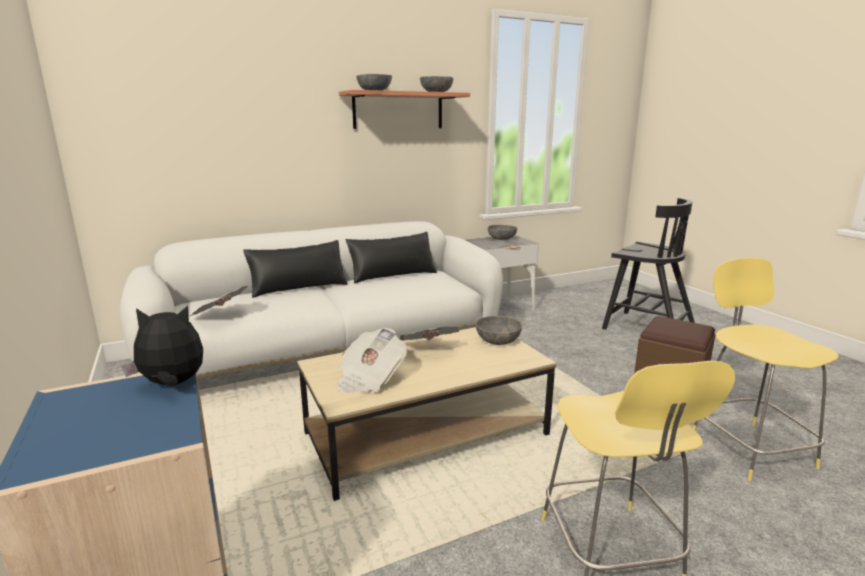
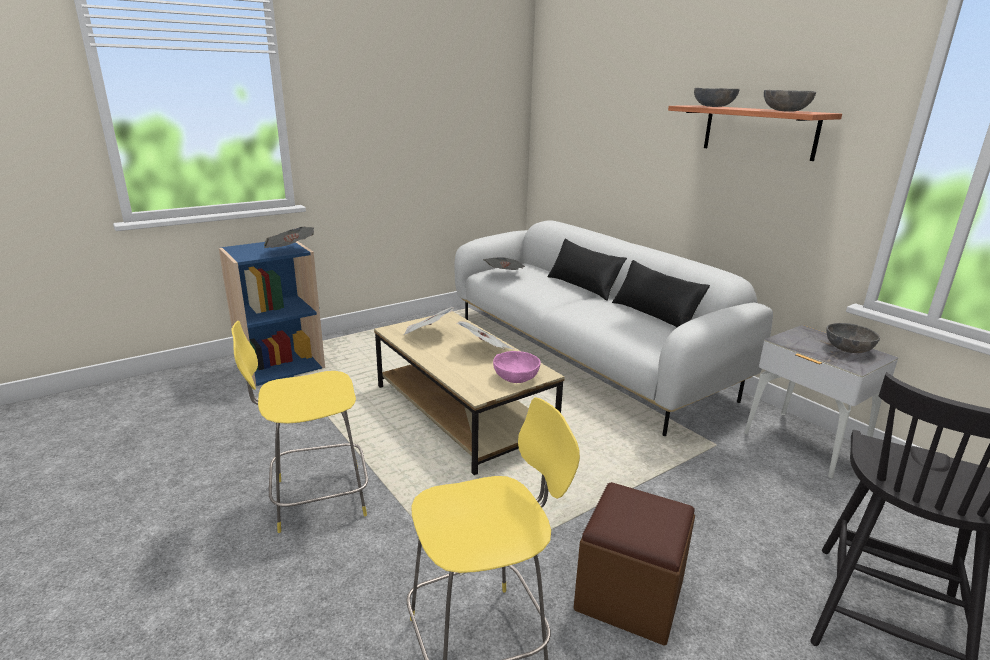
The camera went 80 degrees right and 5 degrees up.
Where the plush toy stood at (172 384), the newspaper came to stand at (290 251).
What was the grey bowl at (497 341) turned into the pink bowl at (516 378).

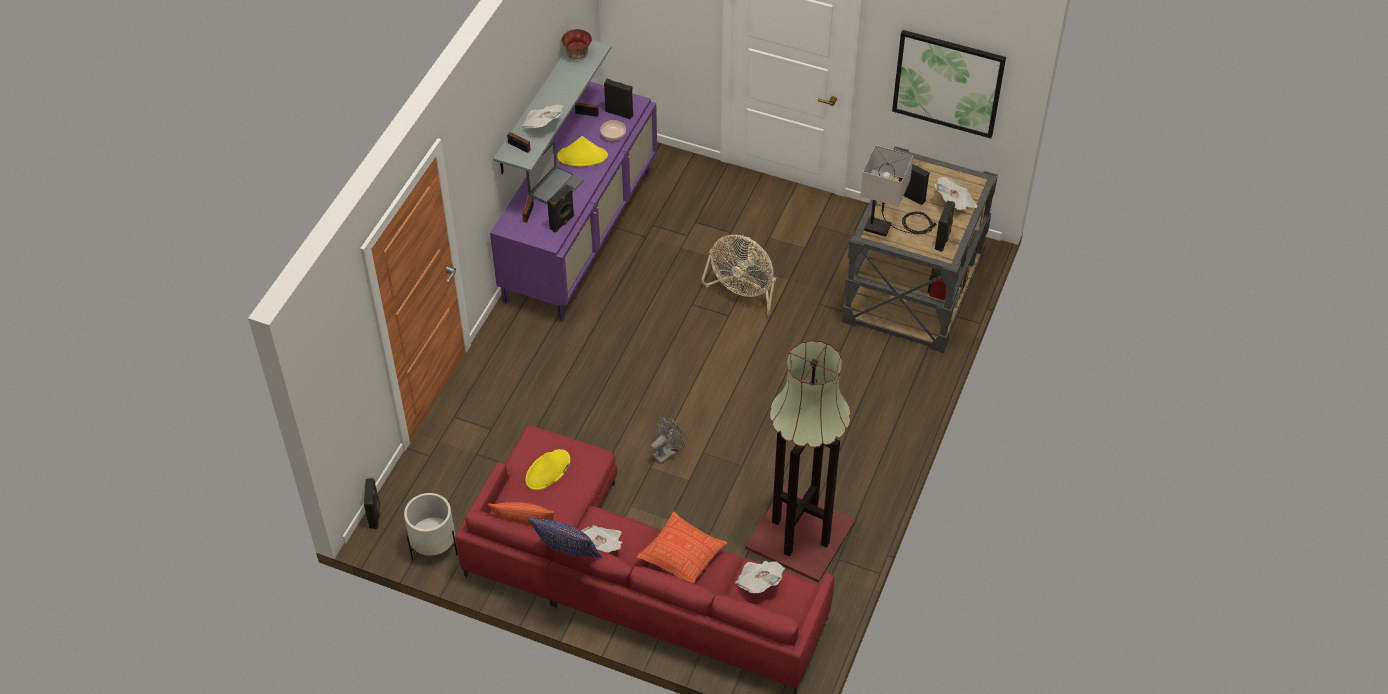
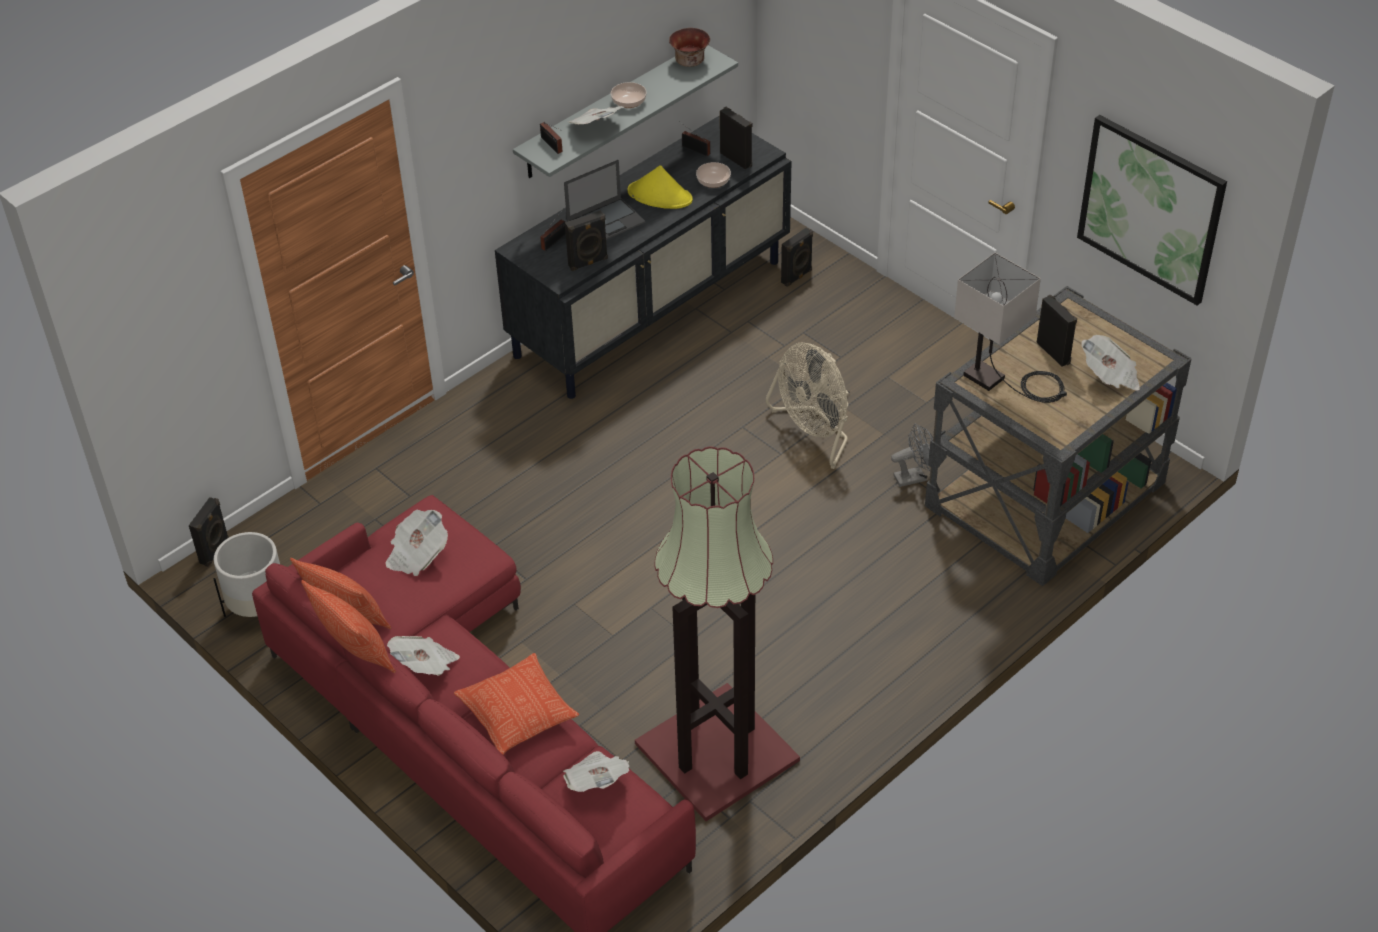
The camera went 25 degrees right and 5 degrees down.
The second view gained the bowl at (628 102).
The grey fan ended up elsewhere, having gone from (667 452) to (914 477).
The black speaker ended up elsewhere, having gone from (943 240) to (797 277).
Where the yellow hat stood at (548 470), the newspaper came to stand at (417 554).
What was the purple cabinet at (581 236) turned into the black cabinet at (651 310).
What was the blue pillow at (566 554) turned into the orange pillow at (355 654).

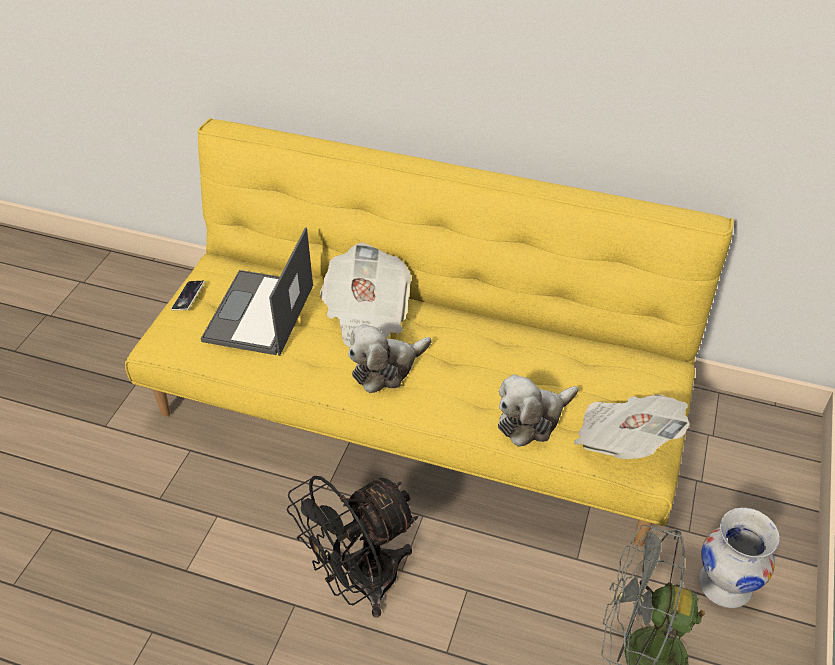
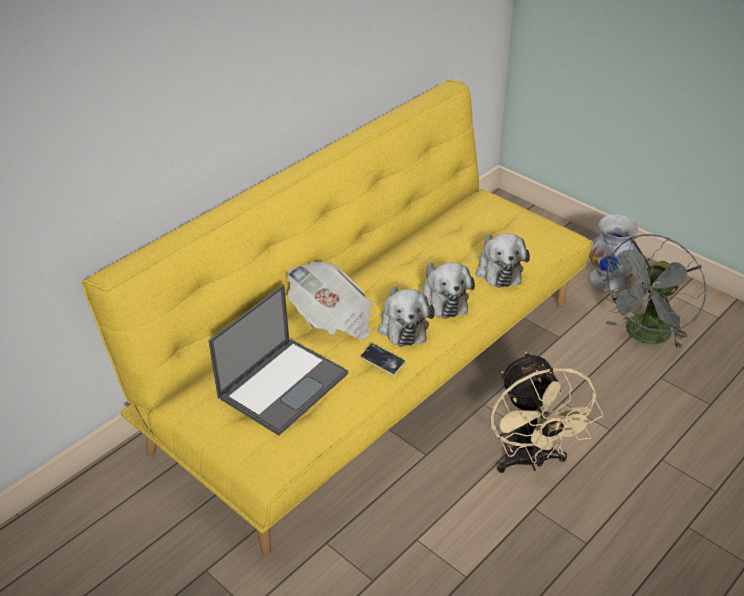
The camera went 65 degrees left and 5 degrees down.
The second view lost the newspaper at (624 441).
The second view gained the plush toy at (443 299).
The phone ended up elsewhere, having gone from (188 297) to (382 361).
What was the black fan at (360 582) turned into the beige fan at (530 460).
The laptop at (259 314) ended up facing another way, 90 degrees counterclockwise from before.

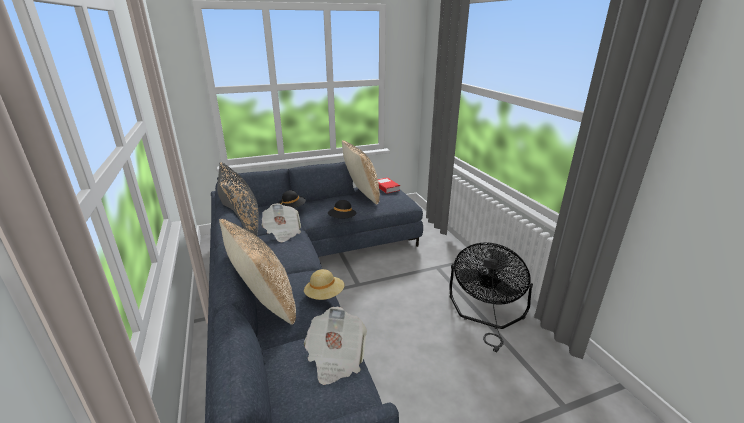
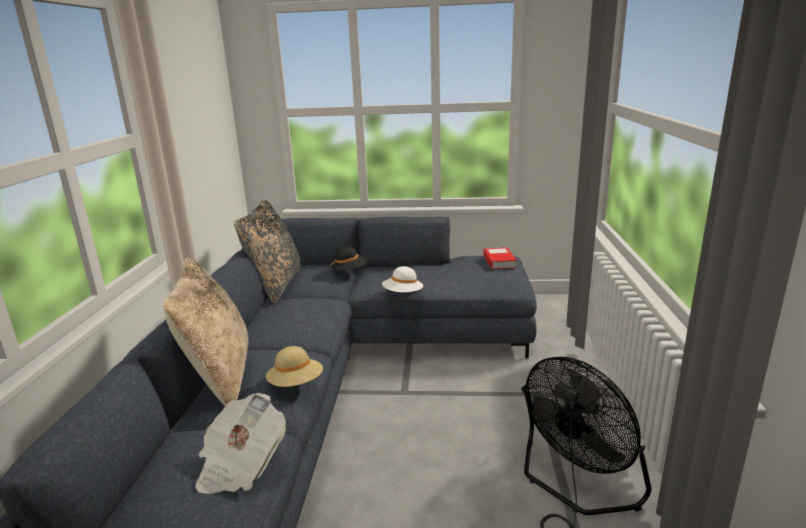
The camera went 25 degrees right and 5 degrees down.
The second view lost the newspaper at (282 232).
The second view lost the beige pillow at (361 195).
What was the black hat at (342 219) turned into the white hat at (403 294).

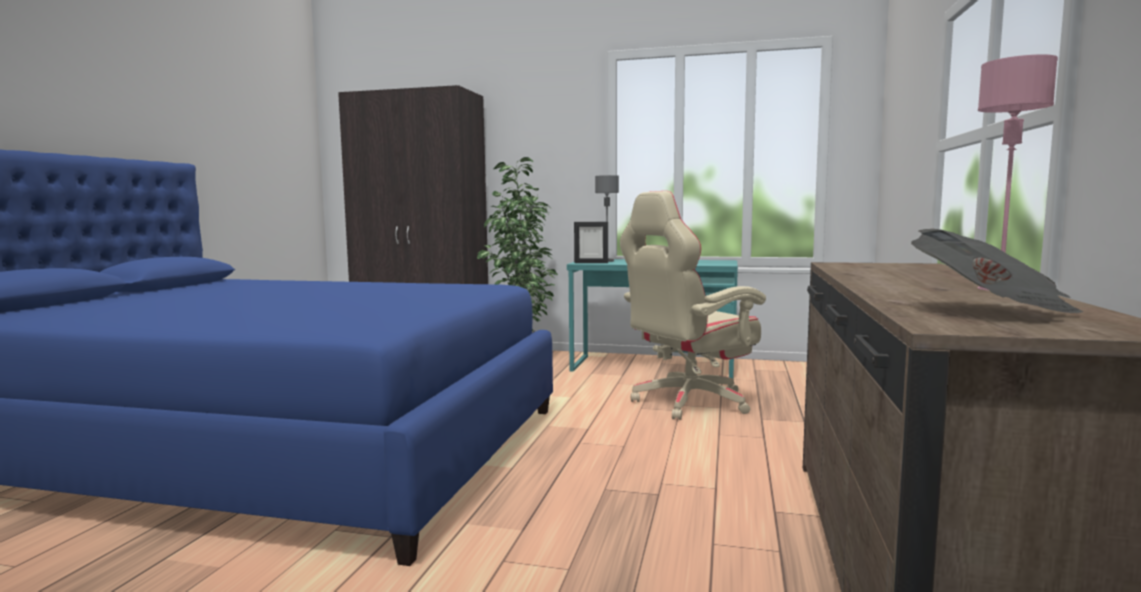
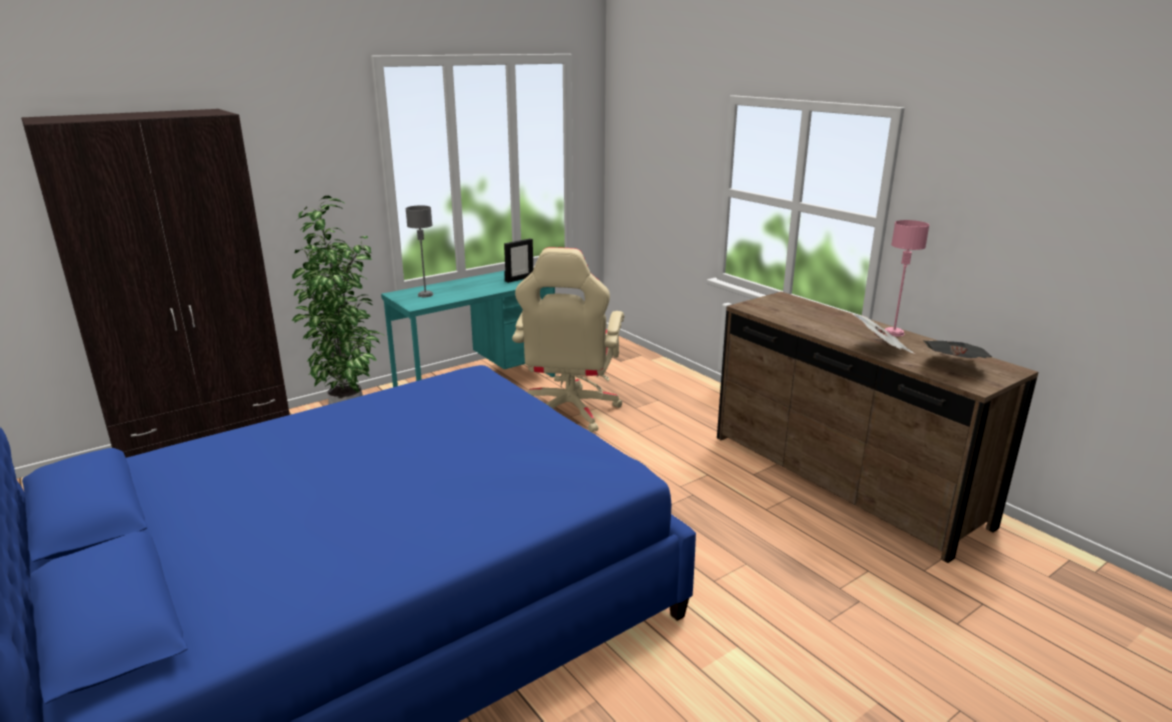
The camera went 50 degrees left and 15 degrees up.
The second view gained the newspaper at (881 349).
The picture frame ended up elsewhere, having gone from (591 263) to (519 279).

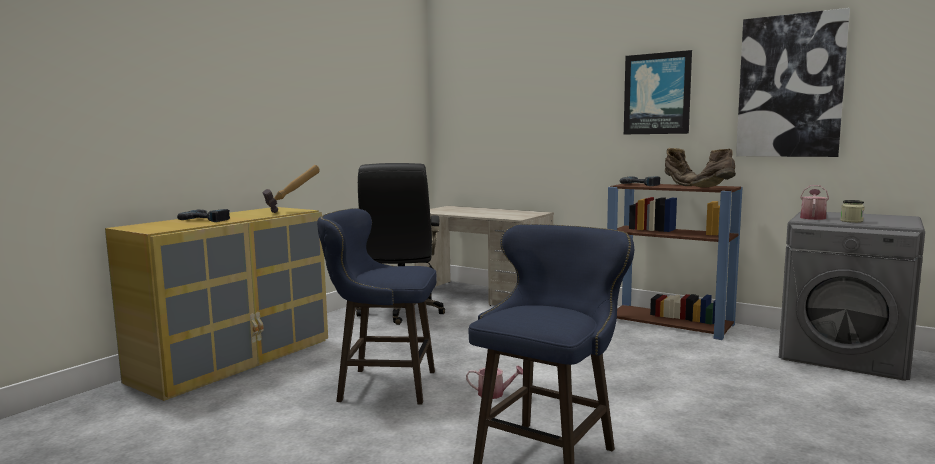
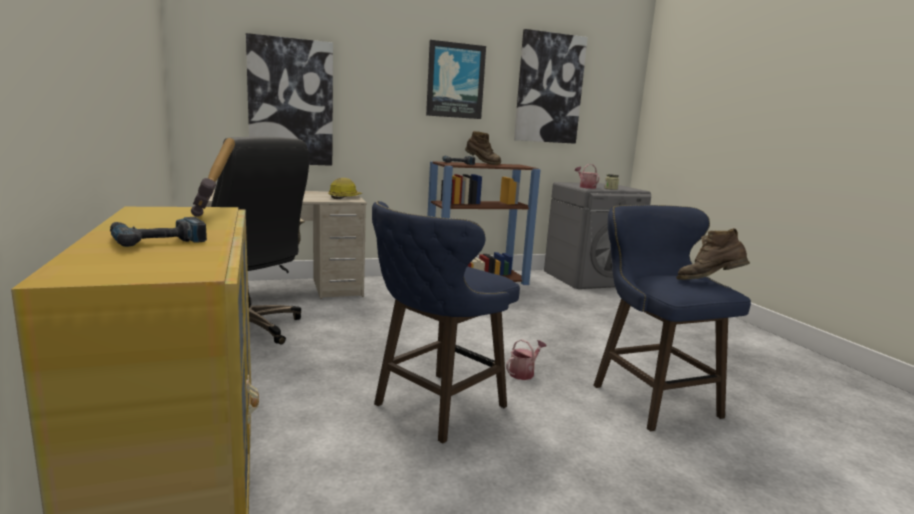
The camera went 55 degrees left and 5 degrees up.
The second view gained the picture at (291 102).
The second view gained the hard hat at (344 197).
The brown boot ended up elsewhere, having gone from (713 188) to (708 283).

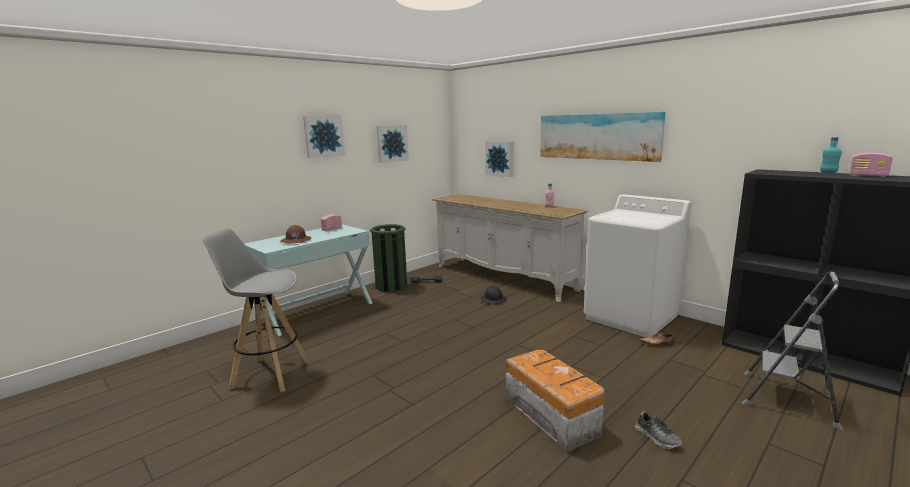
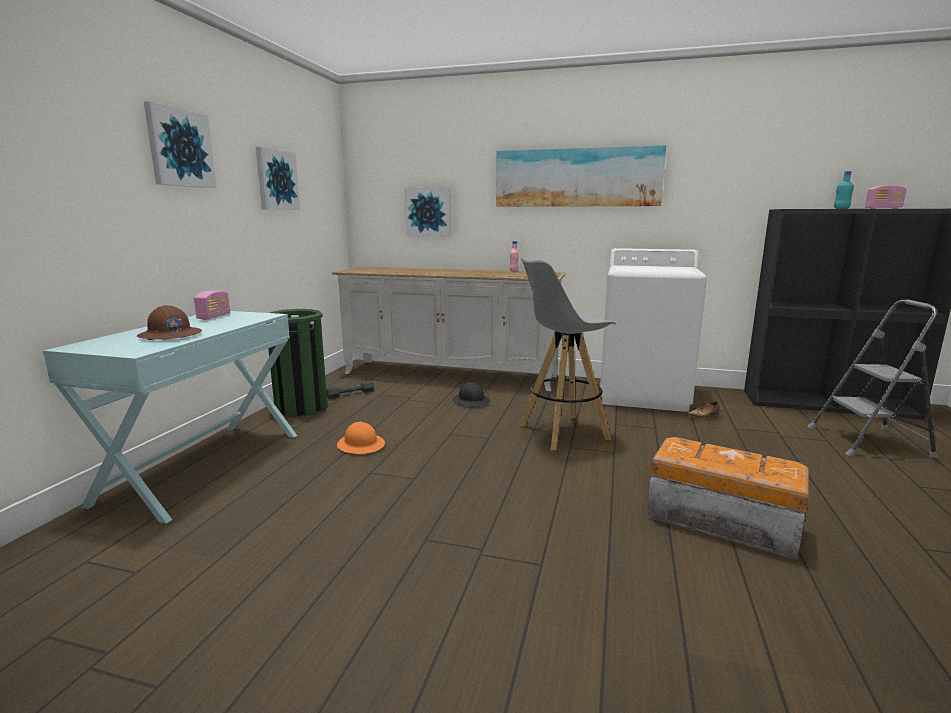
The camera went 30 degrees left and 0 degrees up.
The second view lost the shoe at (657 437).
The second view gained the orange hard hat at (361 445).
The grey stool ended up elsewhere, having gone from (269 374) to (561 432).

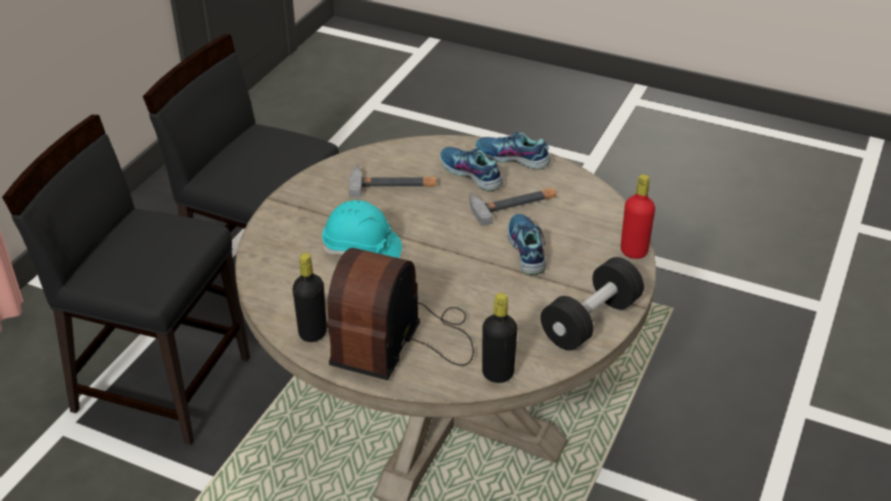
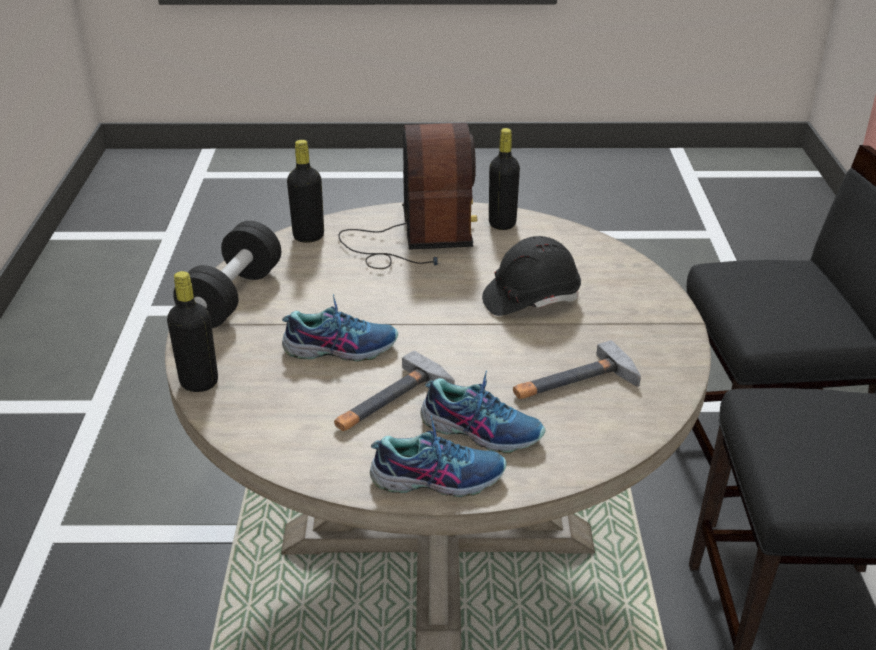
The camera went 155 degrees right and 5 degrees down.
What was the turquoise hard hat at (362 249) turned into the black hard hat at (530 299).
What was the red bottle at (633 251) turned into the black bottle at (199 383).
The shoe at (525 250) ended up facing another way, 60 degrees counterclockwise from before.

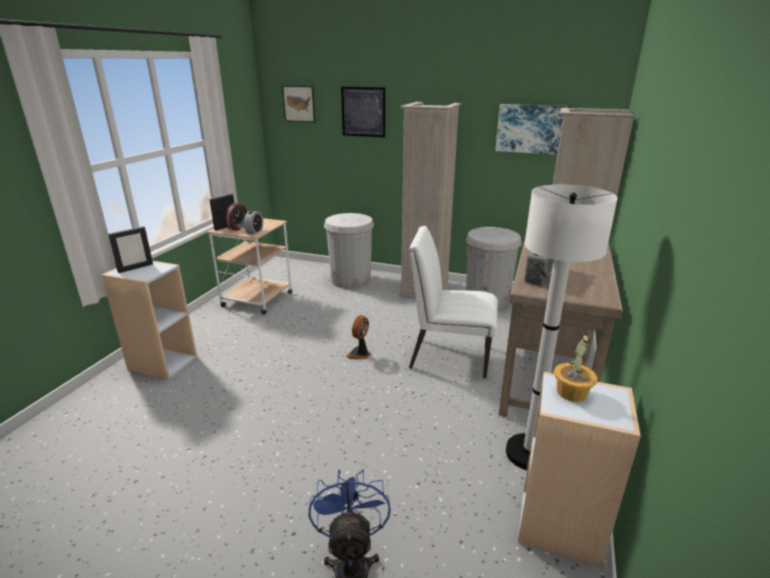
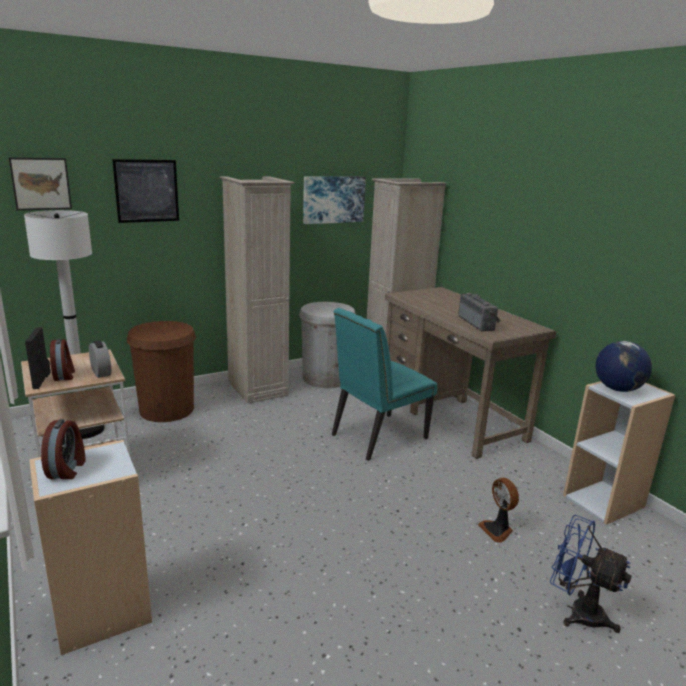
The camera went 50 degrees left and 5 degrees down.
The fan ended up elsewhere, having gone from (359 354) to (497 530).
The white floor lamp ended up elsewhere, having gone from (529 453) to (84 429).
Where the picture frame stood at (135 267), the alarm clock came to stand at (67 469).
Where the potted plant stood at (571 392), the globe came to stand at (617 389).
What was the white trash can at (350 280) turned into the brown trash can at (167 409).
What was the white chair at (450 357) turned into the turquoise chair at (379 436).

